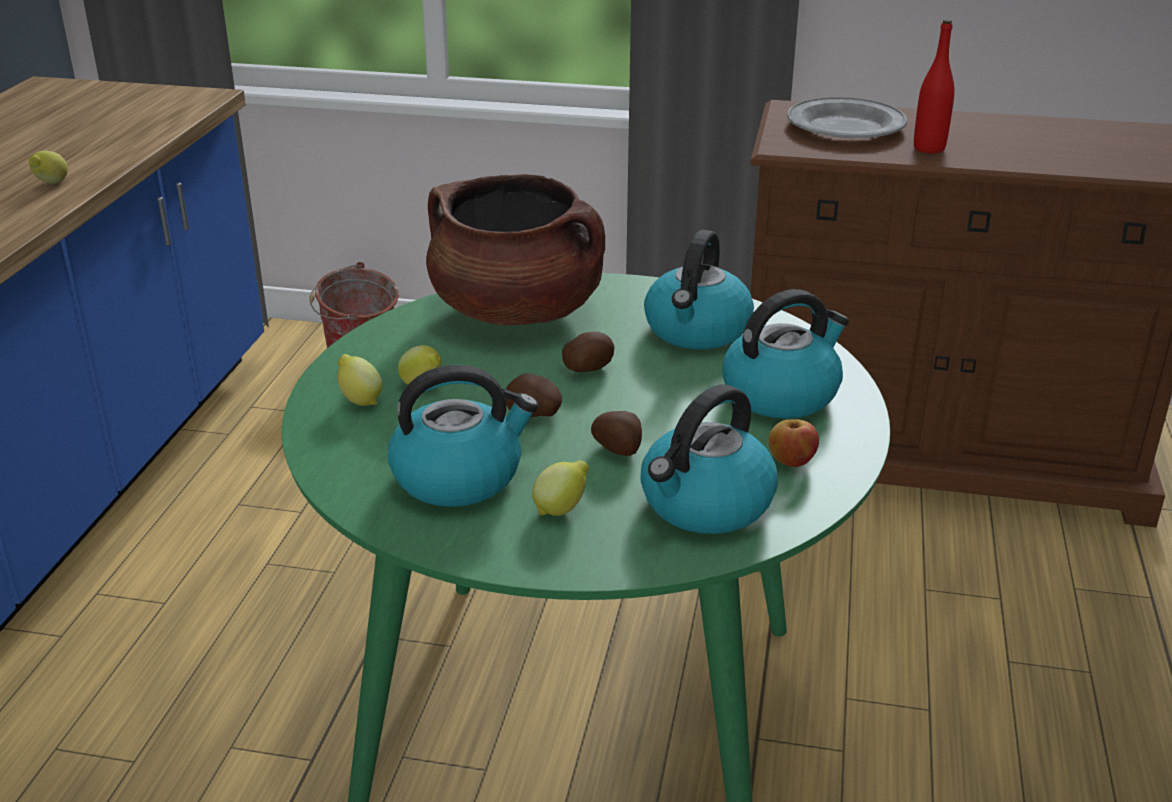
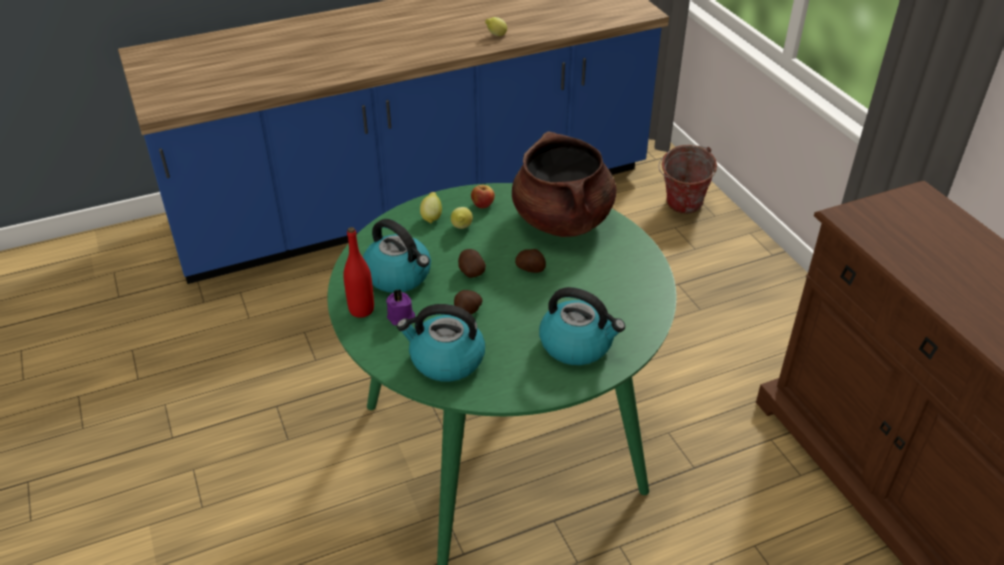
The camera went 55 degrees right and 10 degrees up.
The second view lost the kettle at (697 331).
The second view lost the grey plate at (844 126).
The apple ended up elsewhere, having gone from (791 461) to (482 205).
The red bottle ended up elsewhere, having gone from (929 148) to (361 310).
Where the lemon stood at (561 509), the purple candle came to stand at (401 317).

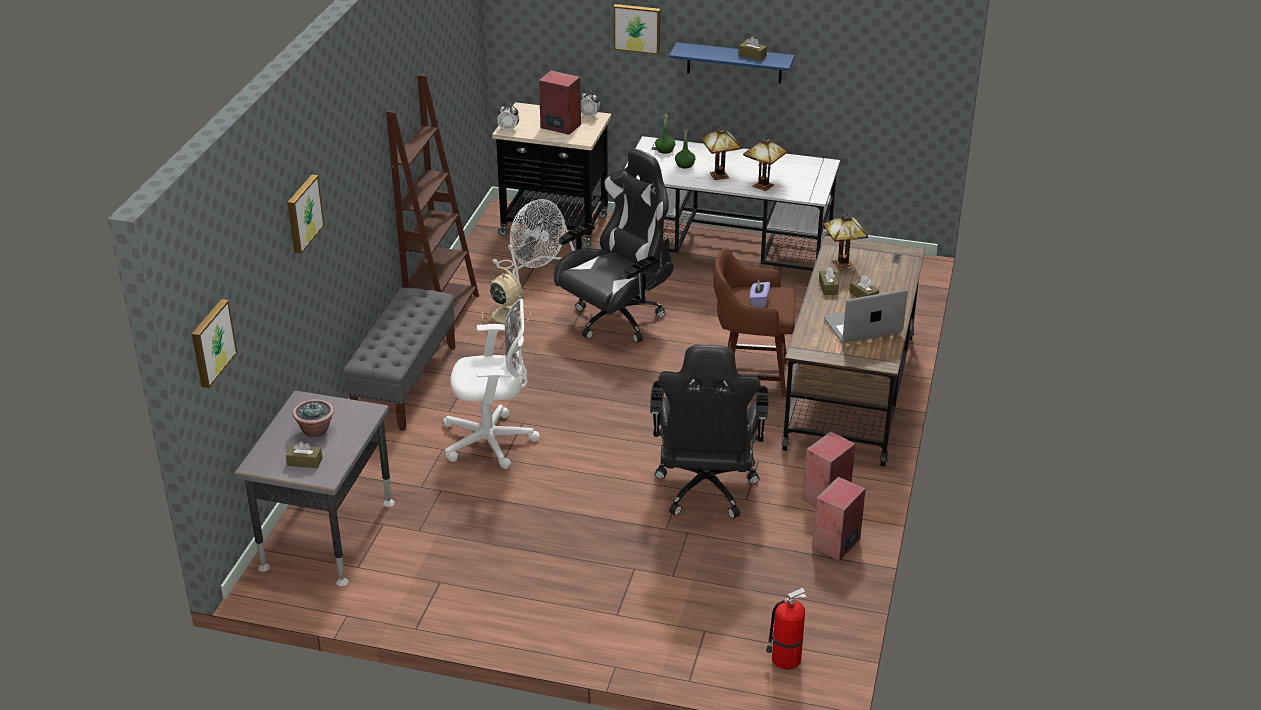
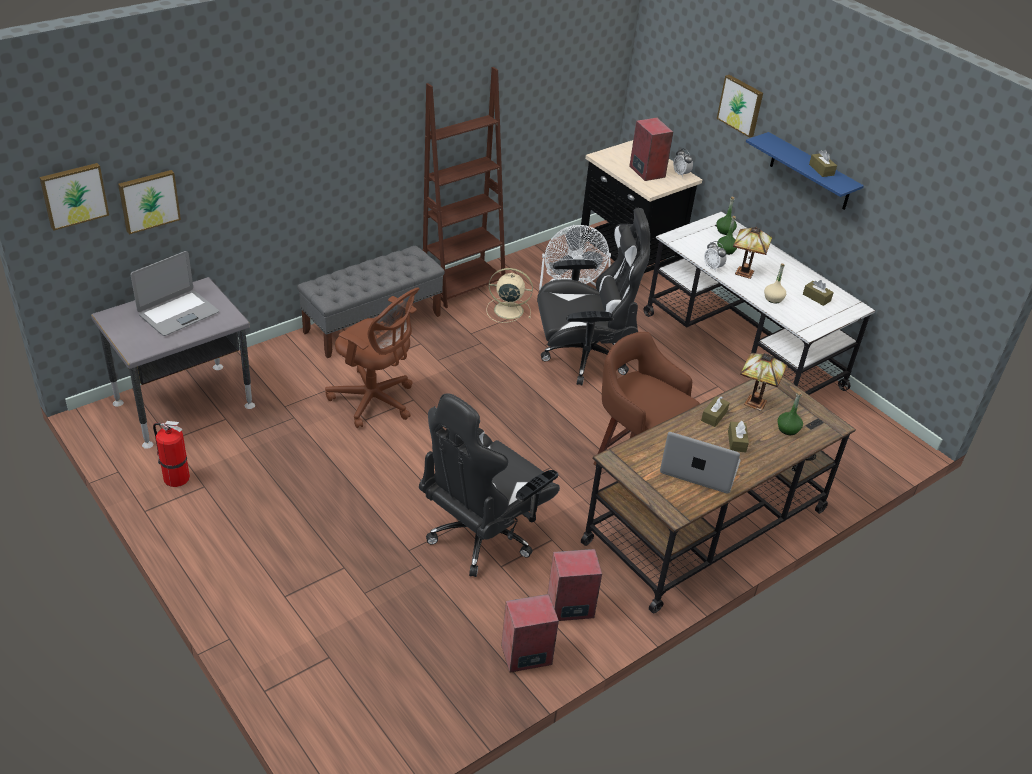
The camera went 35 degrees right and 5 degrees up.
The second view lost the purple tissue box at (759 301).
The second view gained the green bottle at (788 429).
The brown tissue box ended up elsewhere, having gone from (304 462) to (816 297).
The picture ended up elsewhere, having gone from (303 213) to (148 200).
The alarm clock ended up elsewhere, having gone from (508 129) to (713 267).
The fire extinguisher ended up elsewhere, having gone from (784 659) to (175 477).
Where the potted plant stood at (315 431), the laptop came to stand at (178 313).
Where the table lamp stood at (763 185), the beige bottle came to stand at (773 298).
What was the white office chair at (492 441) turned into the brown office chair at (375 401).
The beige fan at (506 314) ended up facing another way, 75 degrees counterclockwise from before.

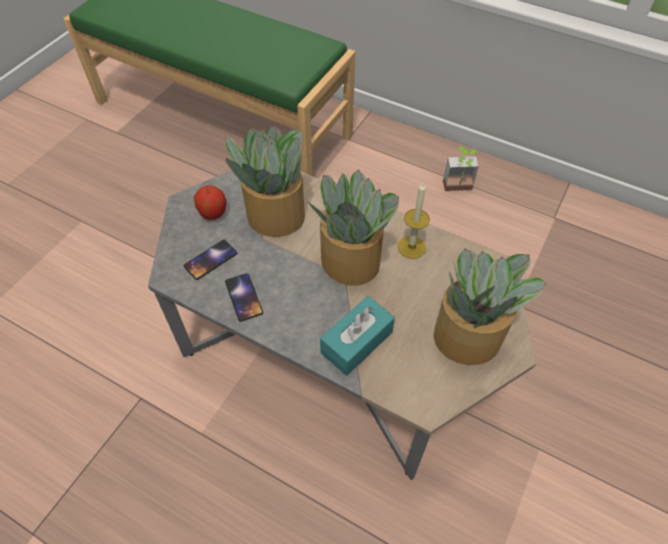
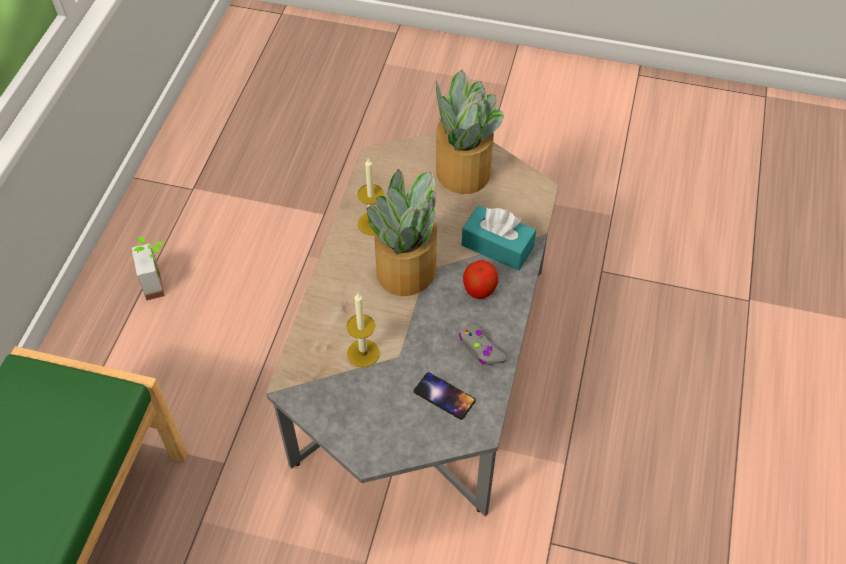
The camera went 105 degrees left and 0 degrees up.
The apple ended up elsewhere, having gone from (213 213) to (479 290).
Where the potted plant stood at (274 216), the candle came to stand at (363 353).
Where the phone stood at (244 297), the grey game controller came to stand at (481 349).

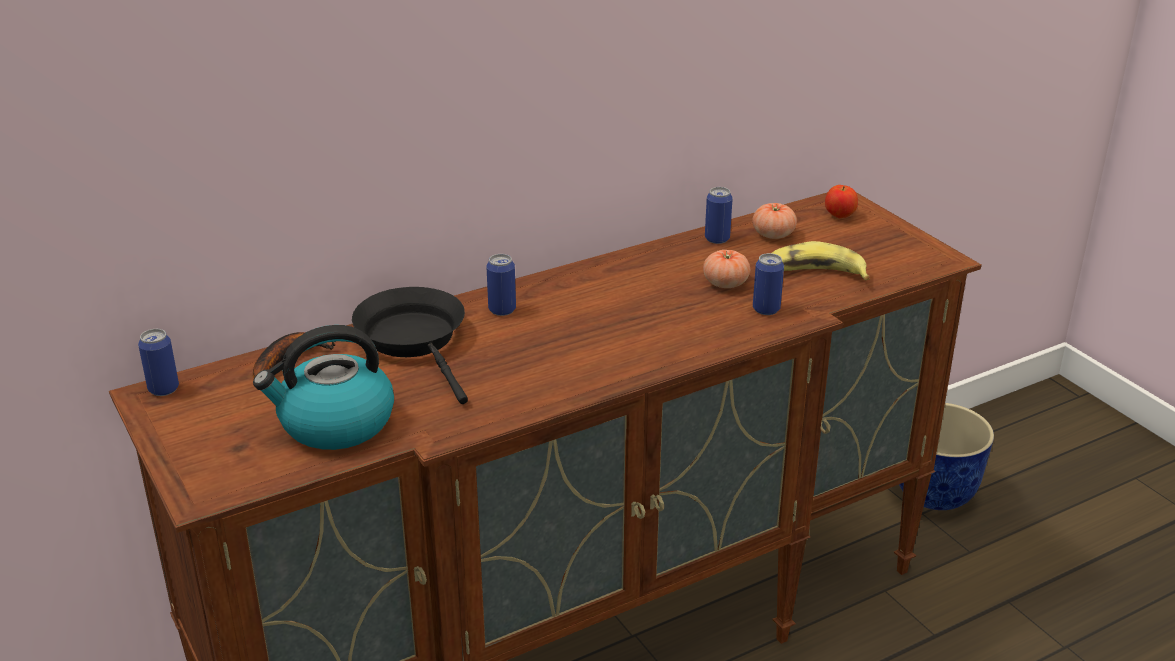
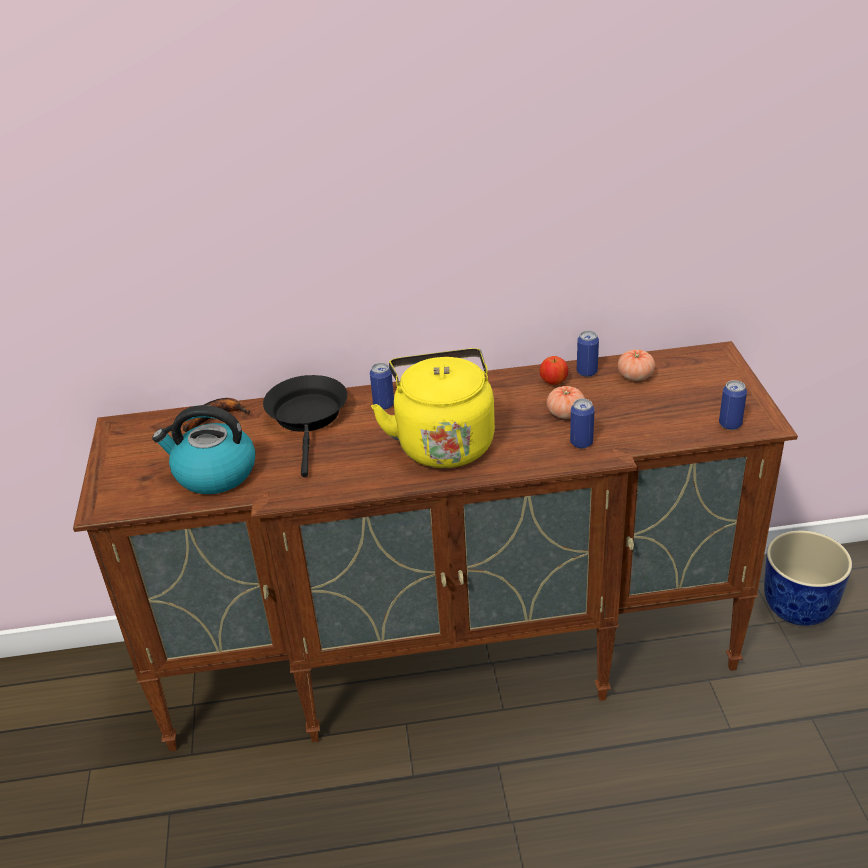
The camera went 25 degrees right and 5 degrees up.
The second view lost the banana at (813 274).
The second view gained the yellow kettle at (443 442).
The can ended up elsewhere, having gone from (163 389) to (730 424).
The apple ended up elsewhere, having gone from (839 216) to (553 382).

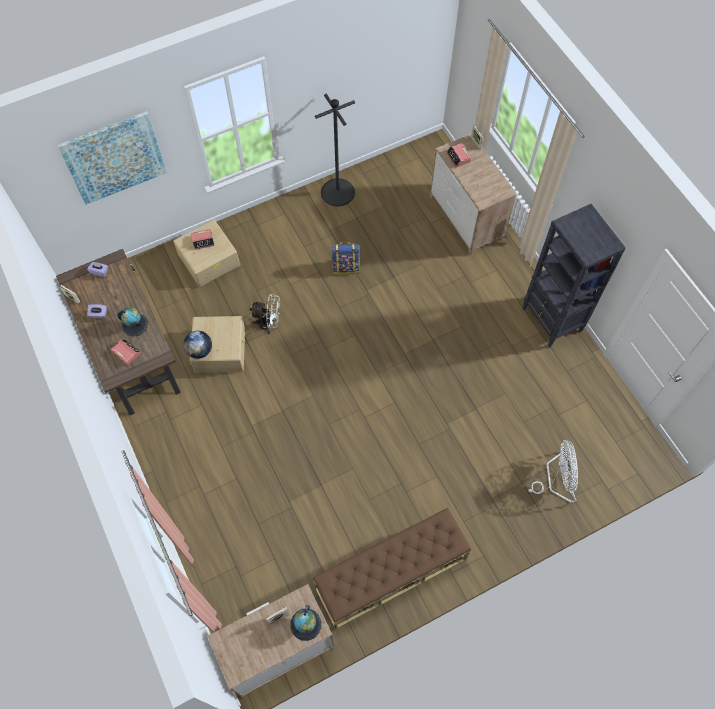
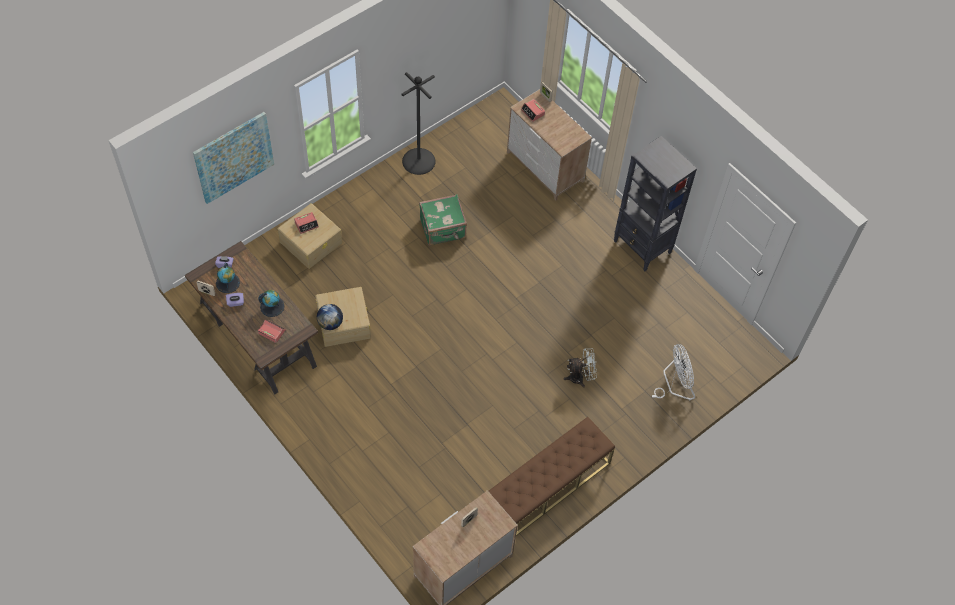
The camera went 15 degrees left and 5 degrees down.
The white fan ended up elsewhere, having gone from (268 324) to (580 377).
The globe ended up elsewhere, having gone from (306 624) to (228 283).
Where the backpack stood at (345 267), the green suitcase came to stand at (443 229).

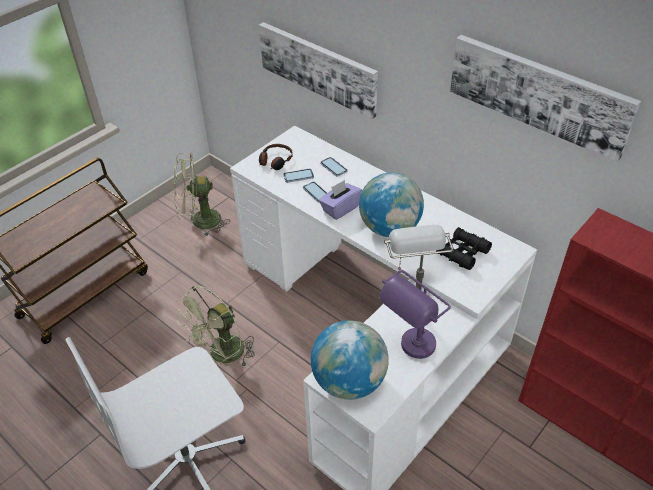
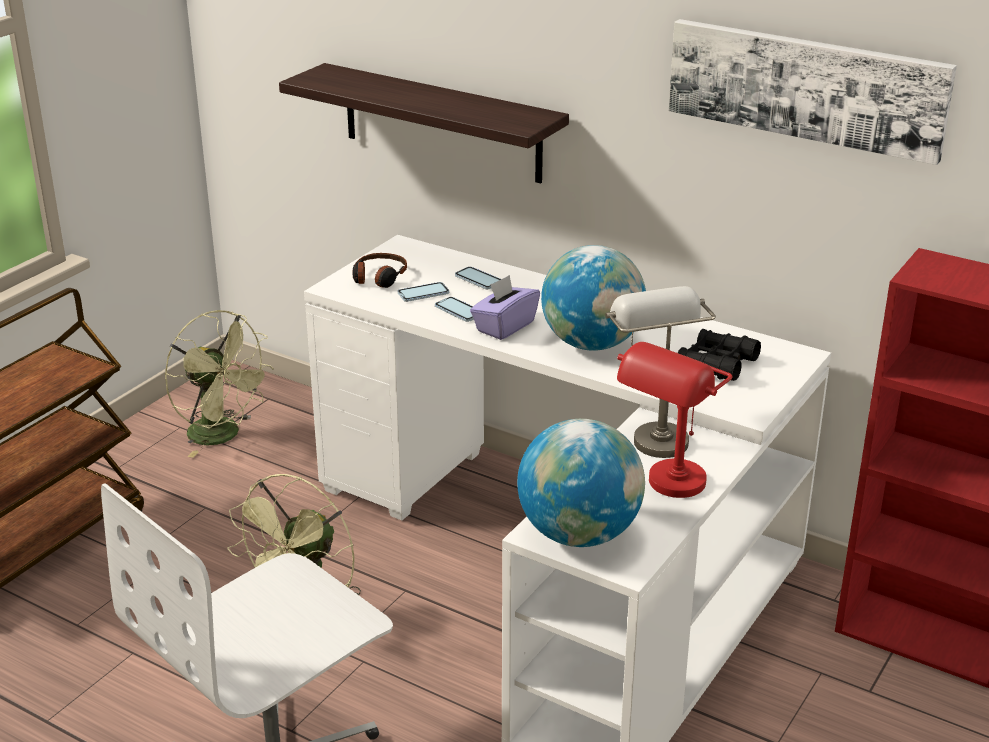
The camera went 10 degrees left and 15 degrees down.
Where the picture hung at (318 67), the shelf came to hang at (441 123).
What was the purple table lamp at (410 352) turned into the red table lamp at (667 491).
The green fan at (199 221) ended up facing another way, 120 degrees counterclockwise from before.

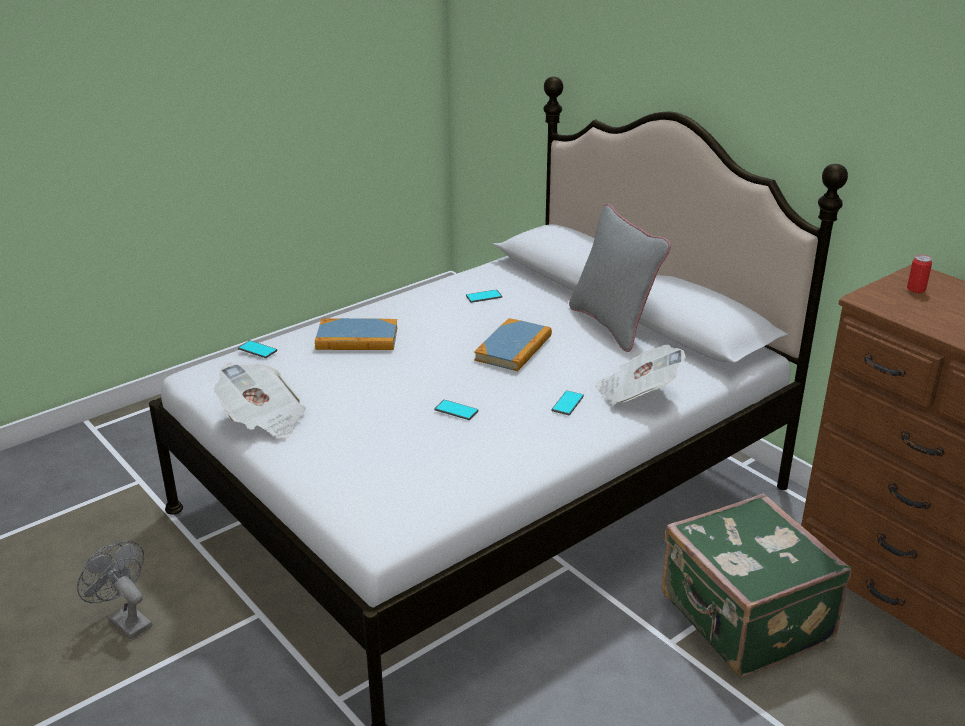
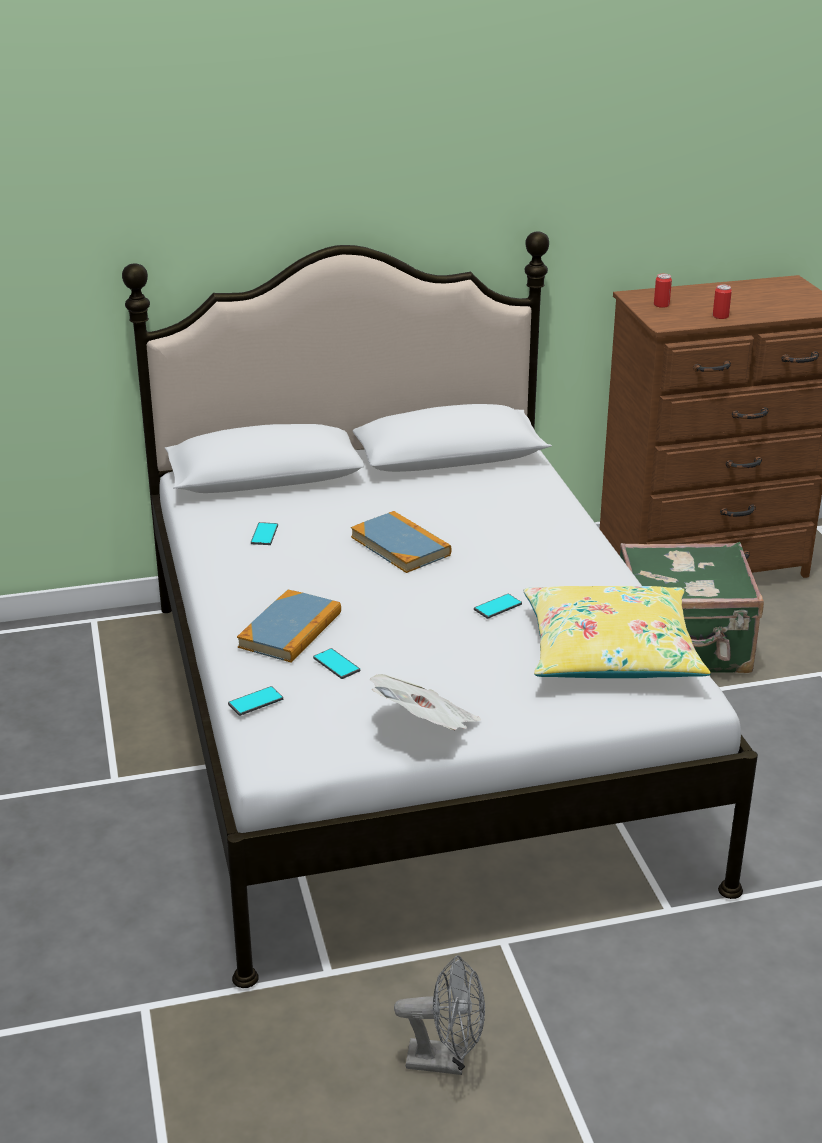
The camera went 65 degrees left and 0 degrees up.
The second view lost the grey pillow at (613 325).
The second view lost the newspaper at (637 393).
The second view gained the yellow pillow at (610 652).
The second view gained the can at (720 316).
The phone ended up elsewhere, having gone from (567 403) to (336 664).
The grey fan at (125 620) ended up facing another way, 150 degrees counterclockwise from before.

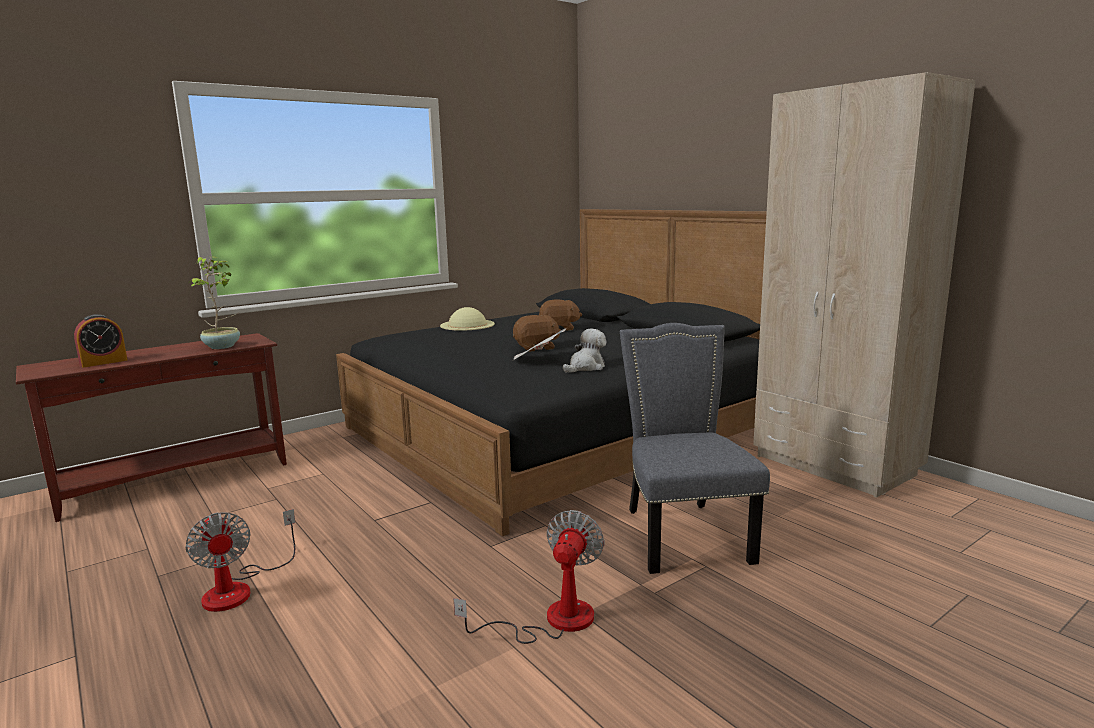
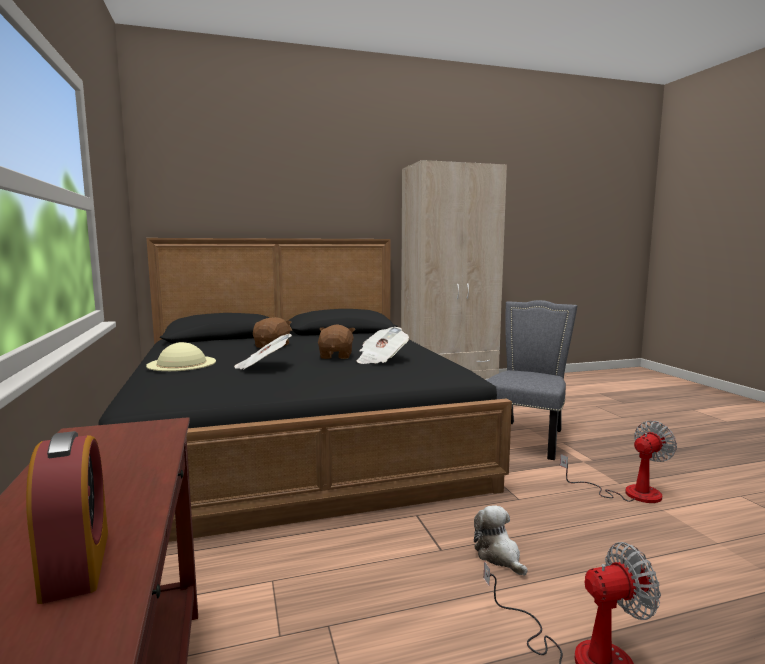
The camera went 70 degrees left and 5 degrees down.
The second view lost the potted plant at (223 346).
The second view gained the newspaper at (262 367).
The plush toy ended up elsewhere, having gone from (586 367) to (499 556).
The fan at (552 620) ended up facing another way, 105 degrees clockwise from before.
The grey chair at (684 537) ended up facing another way, 105 degrees clockwise from before.

